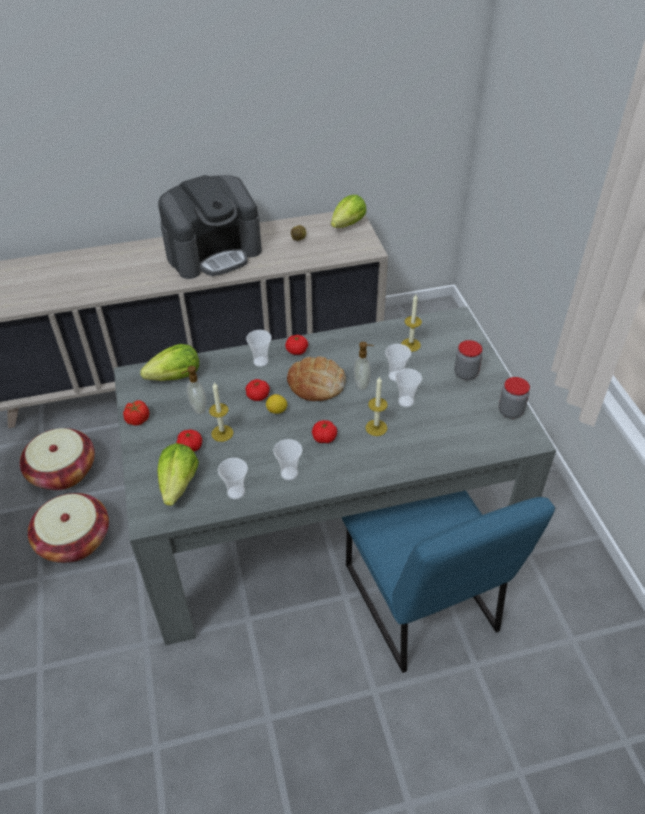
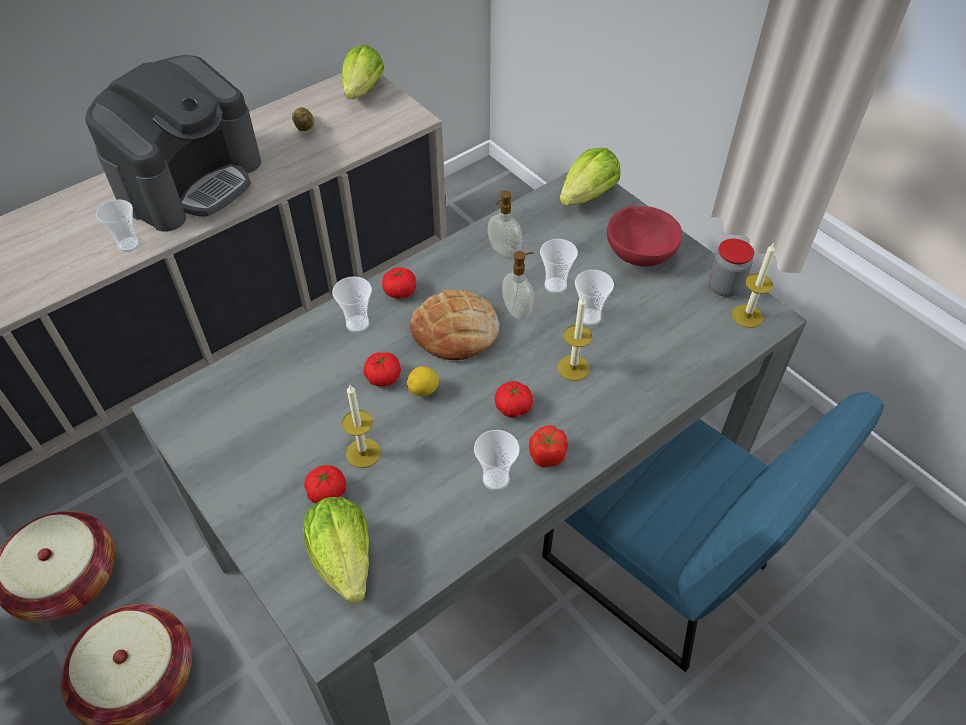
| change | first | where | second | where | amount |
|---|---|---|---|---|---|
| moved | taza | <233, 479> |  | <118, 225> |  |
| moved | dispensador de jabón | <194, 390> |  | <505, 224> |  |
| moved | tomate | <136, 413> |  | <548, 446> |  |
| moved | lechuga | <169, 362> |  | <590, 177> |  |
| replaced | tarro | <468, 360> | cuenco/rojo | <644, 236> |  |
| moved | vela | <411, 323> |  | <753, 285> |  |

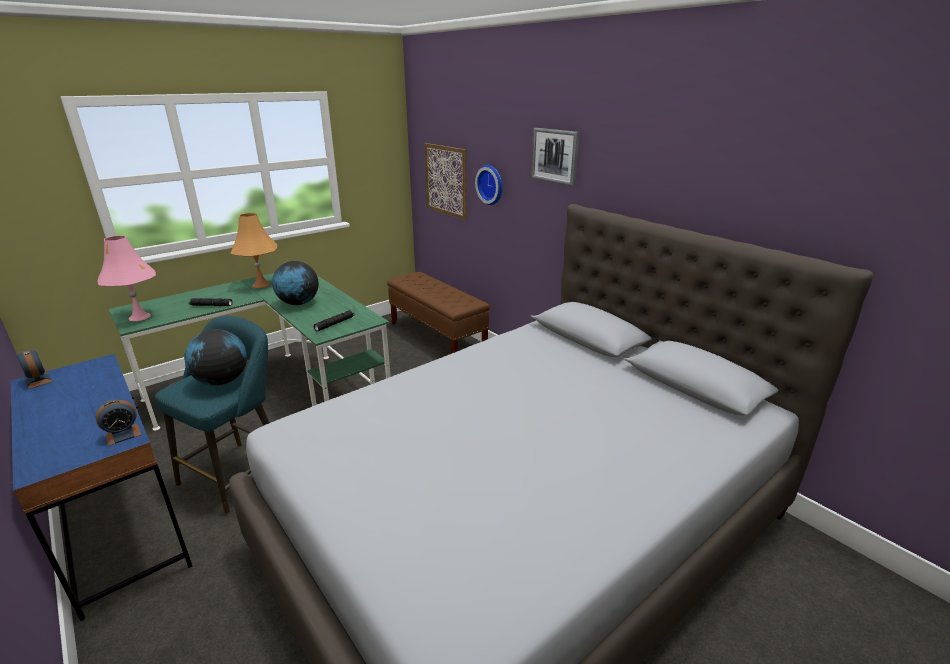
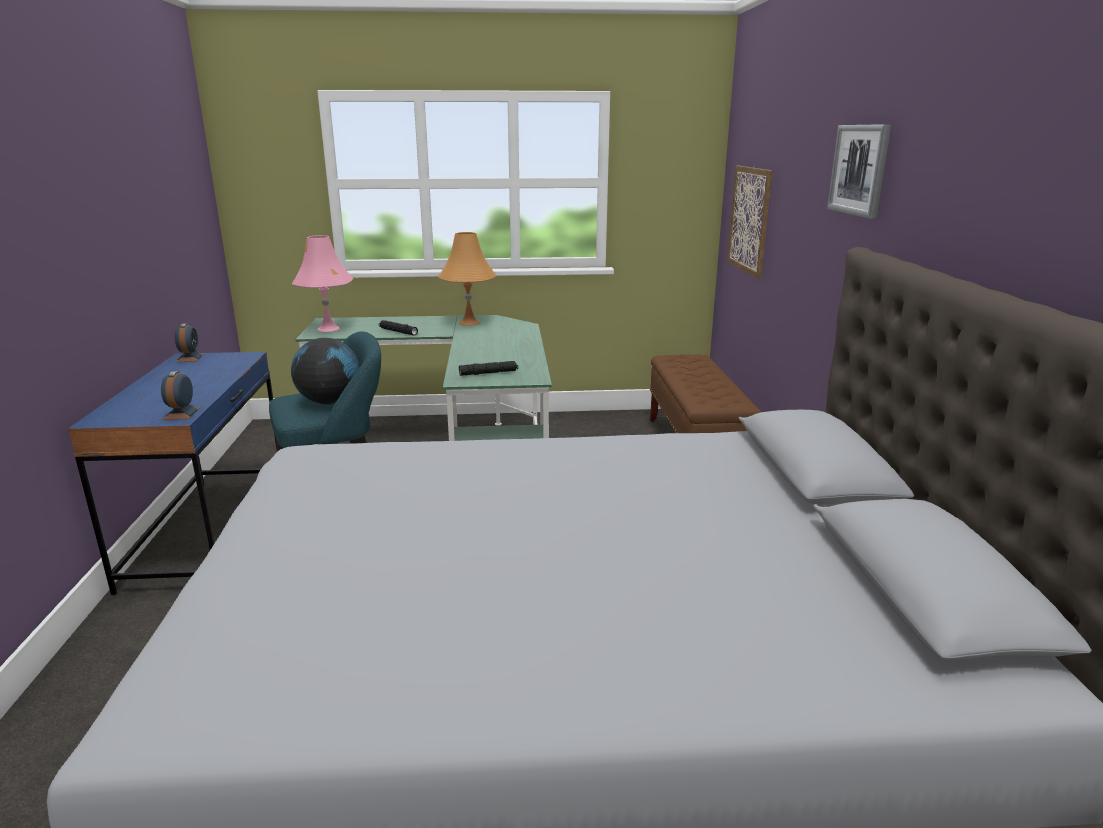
| change | first | where | second | where | amount |
|---|---|---|---|---|---|
| turned | despertador | <118, 422> |  | <180, 395> | 90 degrees clockwise |
| removed | globo terráqueo | <295, 283> |  |  |  |
| removed | reloj de pared | <489, 185> |  |  |  |

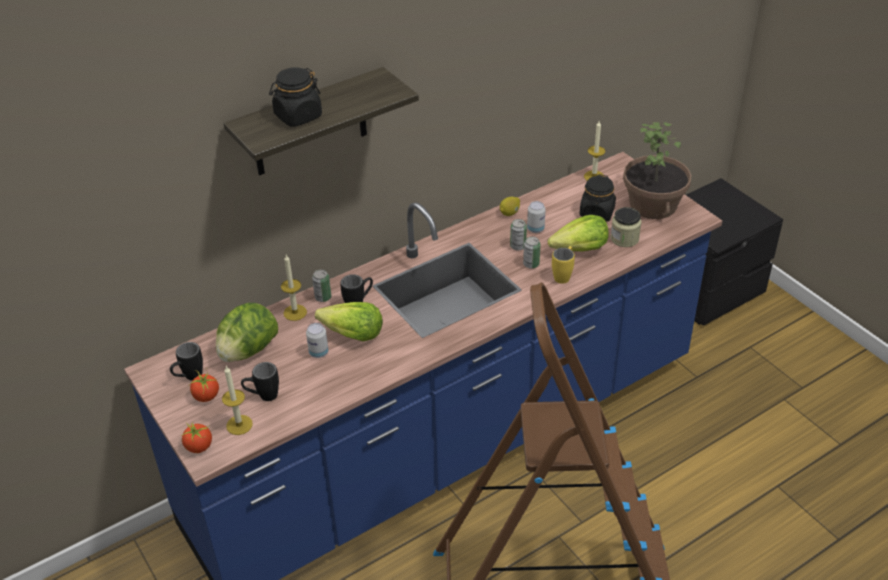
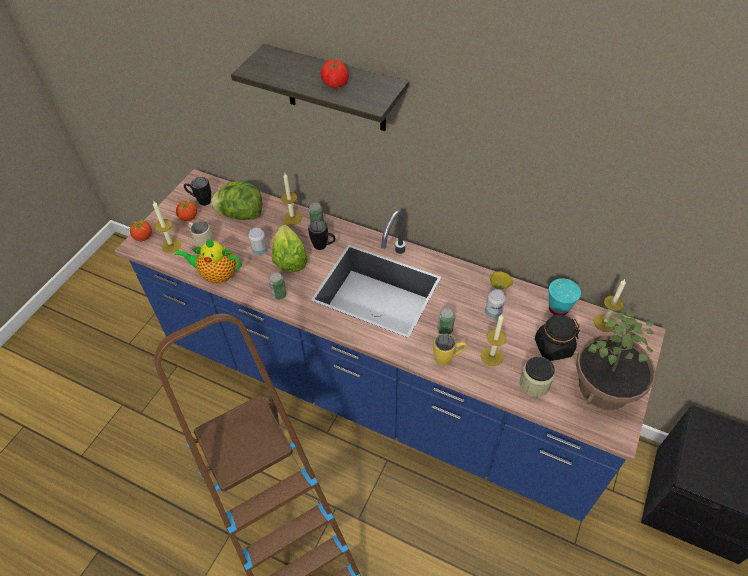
| change | first | where | second | where | amount |
|---|---|---|---|---|---|
| added |  |  | tetera | <208, 261> |  |
| recoloured | taza grande/negro | <260, 381> | taza grande/beis | <200, 234> |  |
| moved | lata | <518, 234> |  | <277, 286> |  |
| added |  |  | tomate | <335, 73> |  |
| replaced | lechuga | <578, 233> | vela | <493, 340> |  |
| added |  |  | taza/turquesa | <565, 296> |  |
| removed | tarro/negro | <295, 97> |  |  |  |

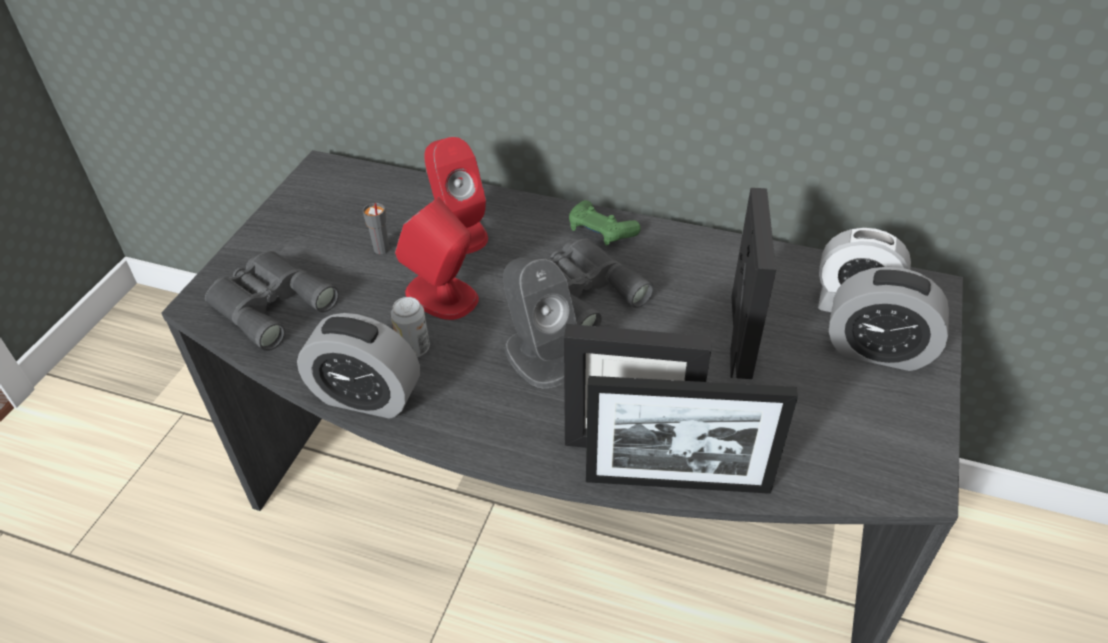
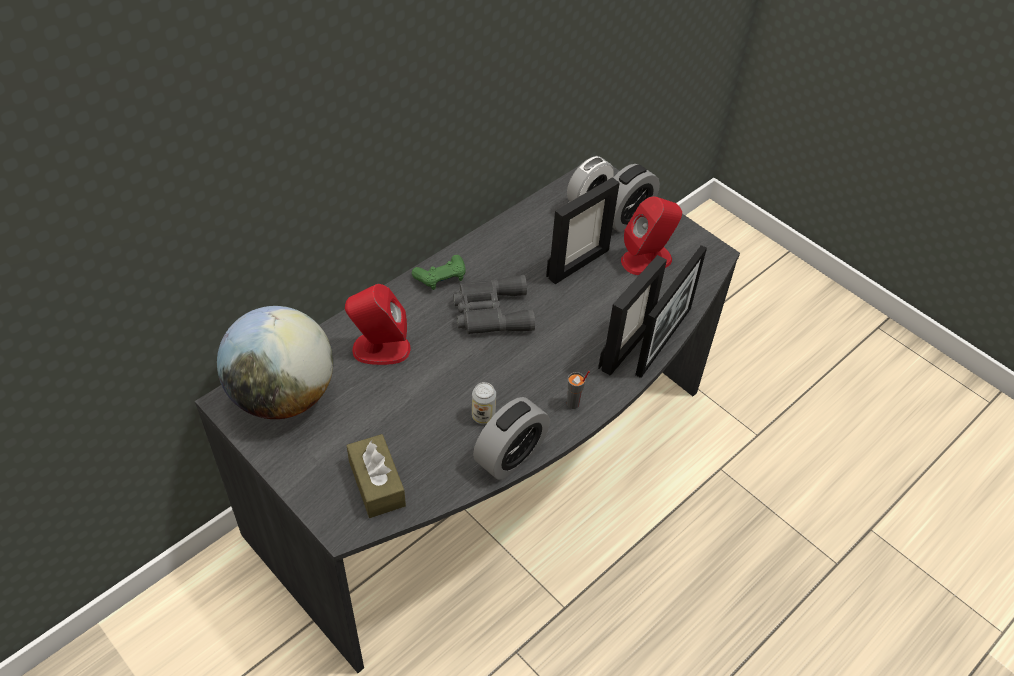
| change | first | where | second | where | amount |
|---|---|---|---|---|---|
| added |  |  | globo terráqueo | <275, 362> |  |
| replaced | prismáticos/gris | <272, 301> | caja de pañuelos/marrón | <376, 476> |  |
| turned | portarretratos | <753, 283> |  | <583, 230> | 105 degrees clockwise |
| moved | taza/gris | <376, 228> |  | <578, 390> |  |
| moved | altavoz/rojo | <437, 258> |  | <651, 235> |  |
| removed | altavoz/gris | <540, 322> |  |  |  |

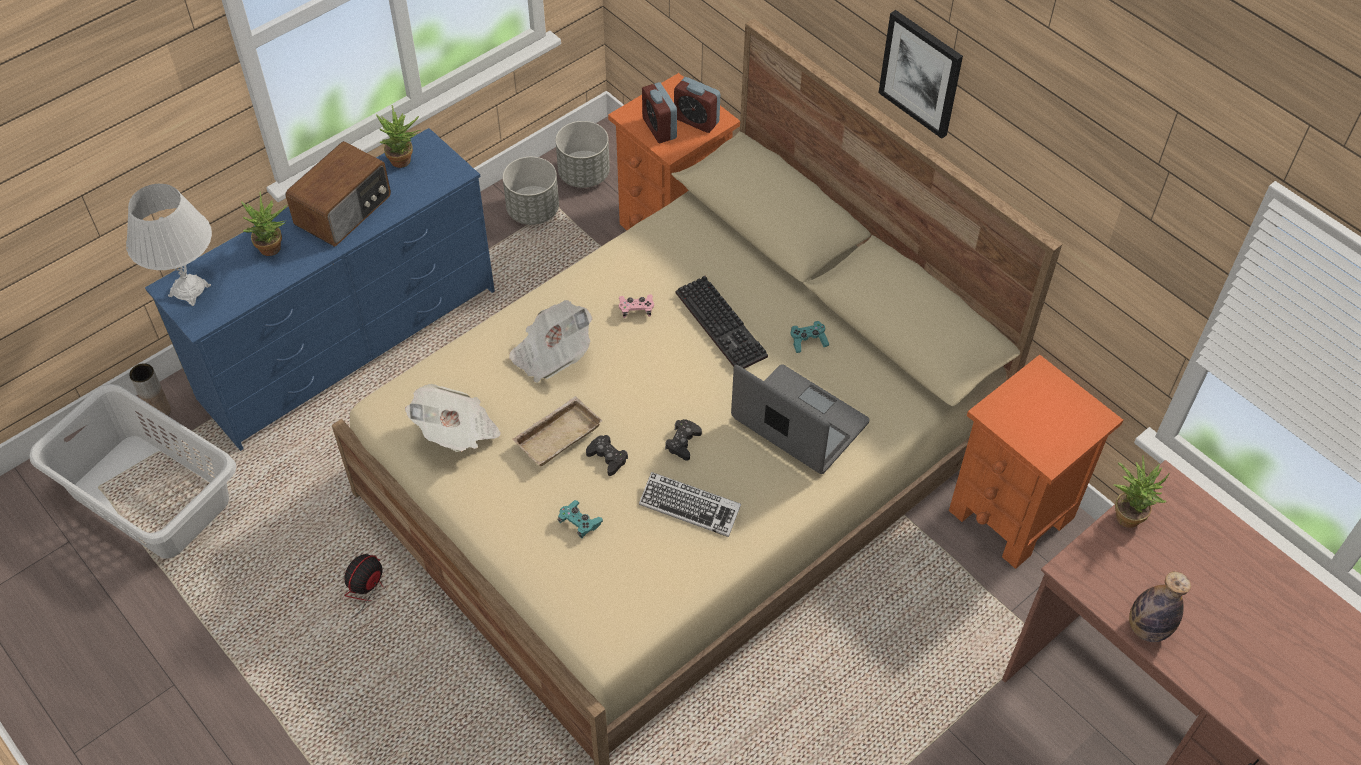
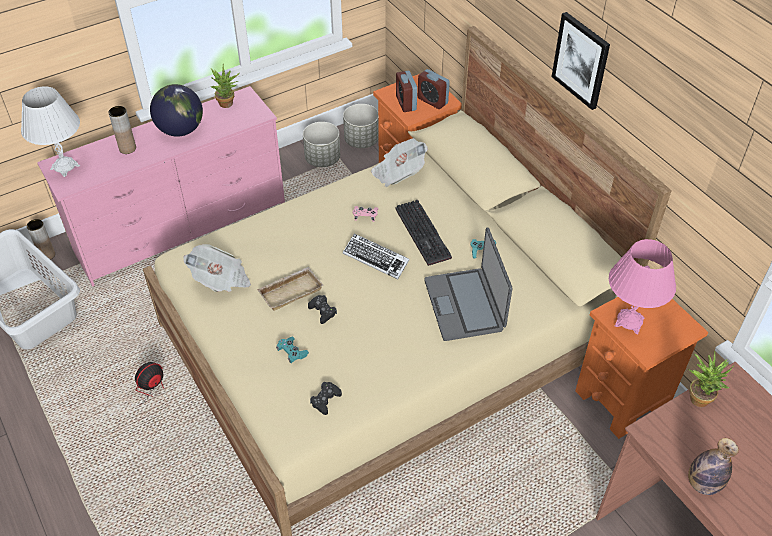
| change | first | where | second | where | amount |
|---|---|---|---|---|---|
| recoloured | cómoda/azul | <320, 289> | cómoda/rosa | <161, 186> |  |
| replaced | planta en maceta | <264, 223> | florero/marrón | <122, 130> |  |
| replaced | radio | <338, 194> | globo terráqueo | <176, 110> |  |
| moved | mando de consola/negro | <683, 440> |  | <326, 398> |  |
| moved | teclado | <690, 504> |  | <376, 256> |  |
| moved | periódico | <550, 341> |  | <399, 162> |  |
| turned | portátil | <800, 419> |  | <468, 284> | 150 degrees counterclockwise |
| added |  |  | lámpara de mesa/rosa | <642, 287> |  |

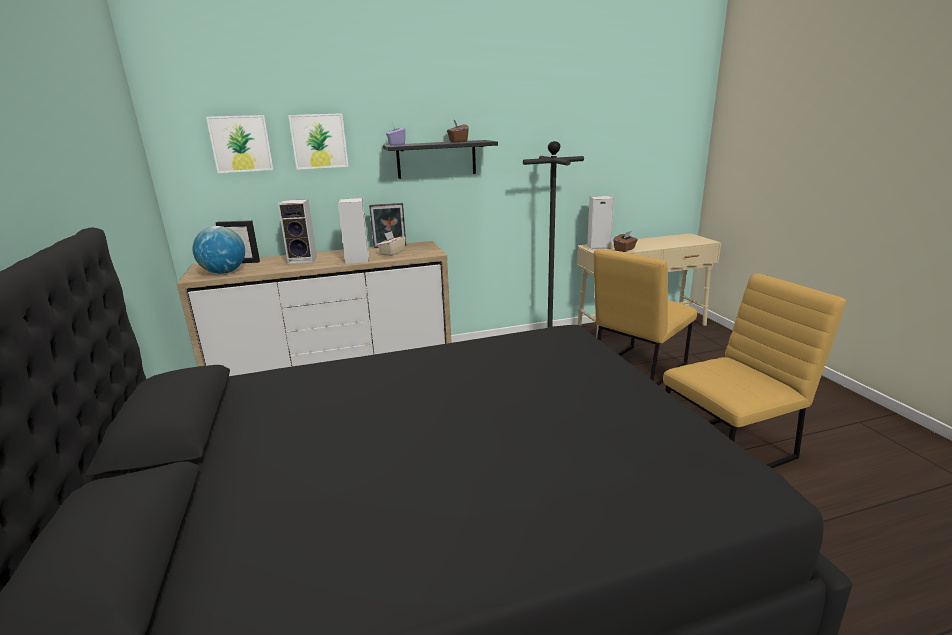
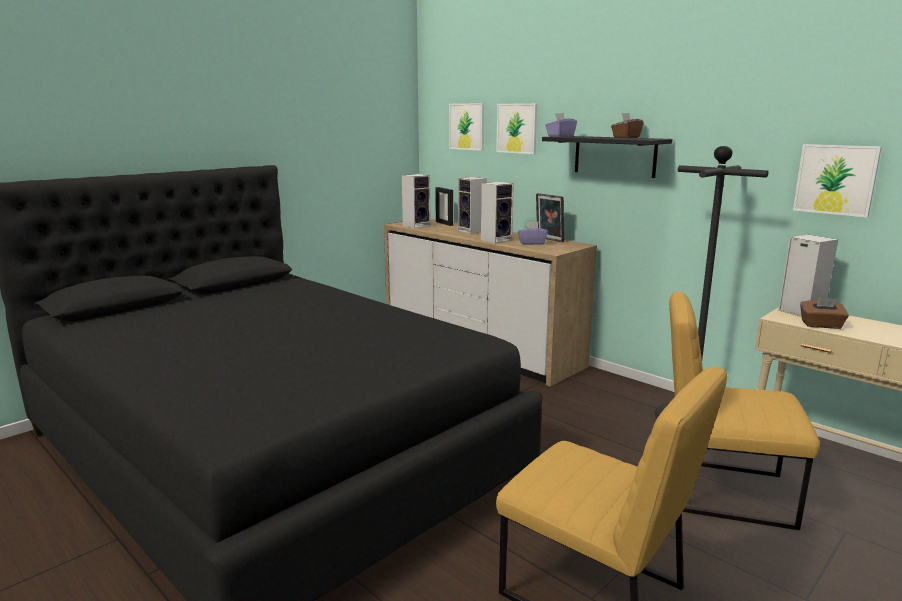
| change | first | where | second | where | amount |
|---|---|---|---|---|---|
| replaced | globo terráqueo | <218, 250> | altavoz | <416, 201> |  |
| recoloured | caja de pañuelos/beis | <391, 243> | caja de pañuelos/morado | <533, 233> |  |
| added |  |  | cuadro | <837, 181> |  |

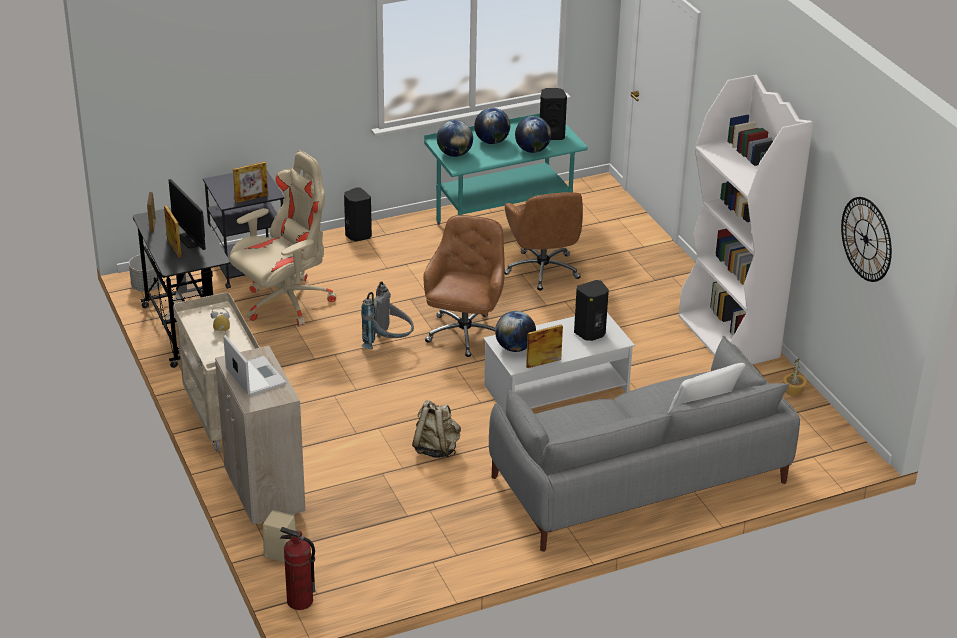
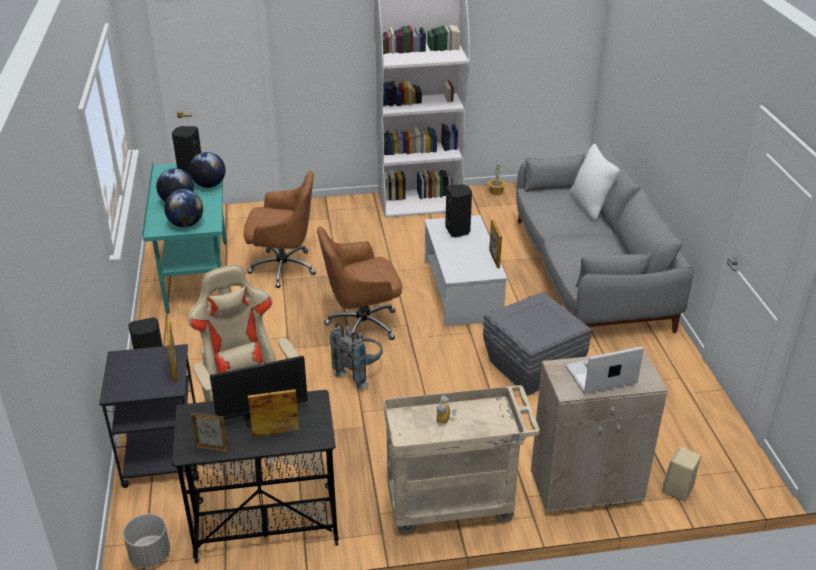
| change | first | where | second | where | amount |
|---|---|---|---|---|---|
| turned | silla de oficina/marrón | <464, 286> |  | <359, 283> | 45 degrees counterclockwise |
| replaced | mochila/beis | <436, 429> | caja de almacenaje/gris | <537, 344> |  |
| removed | extintor | <297, 568> |  |  |  |
| removed | globo terráqueo | <515, 331> |  |  |  |
| removed | reloj de pared | <866, 239> |  |  |  |

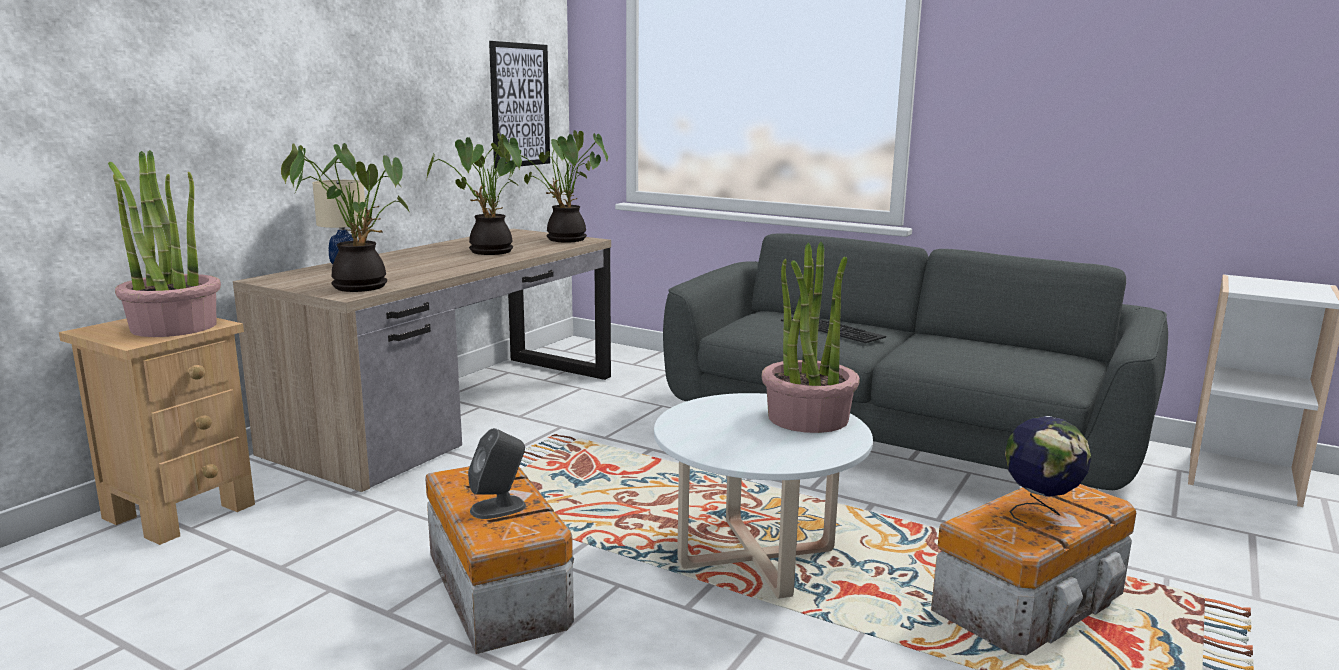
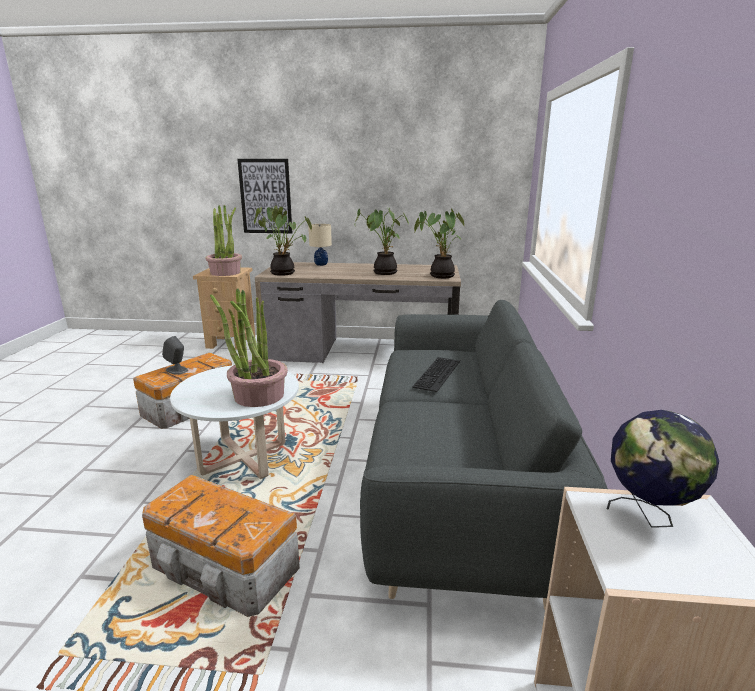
| change | first | where | second | where | amount |
|---|---|---|---|---|---|
| moved | cuadro | <519, 105> |  | <264, 196> |  |
| moved | globo terráqueo | <1048, 470> |  | <663, 469> |  |

